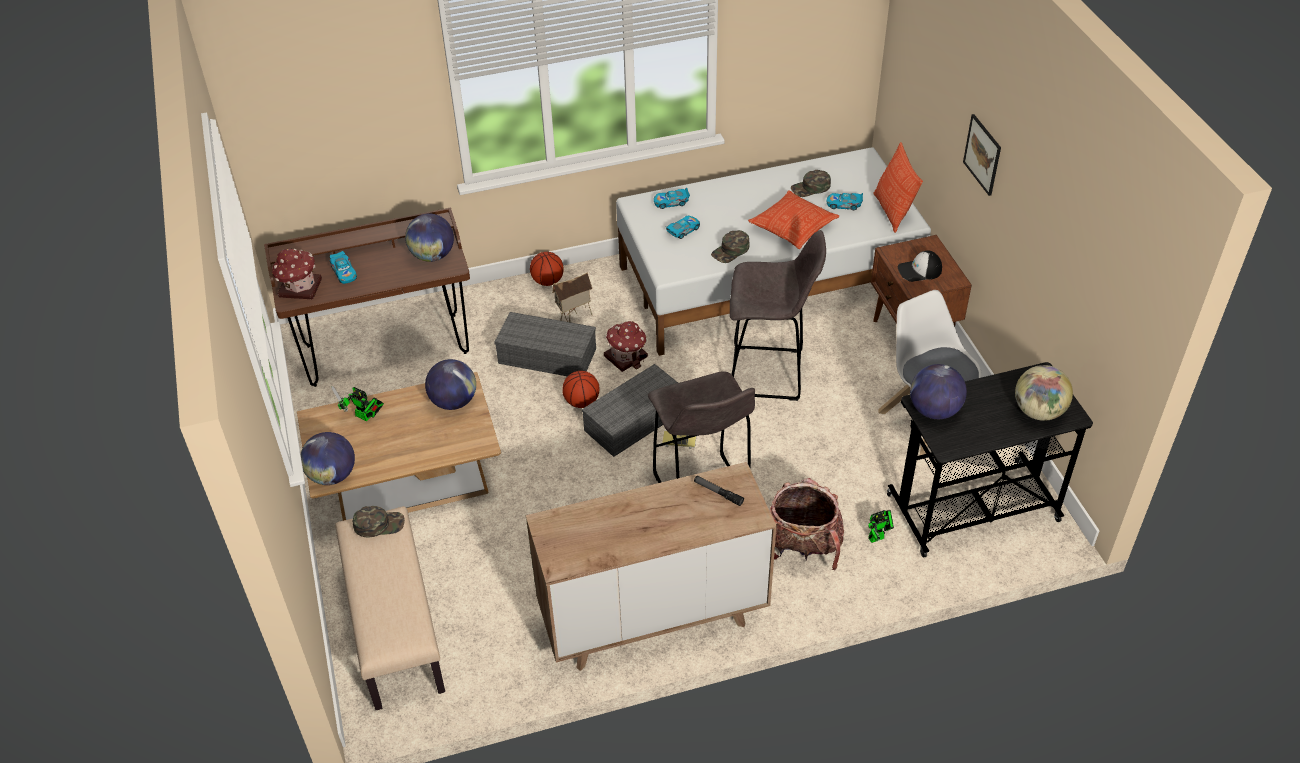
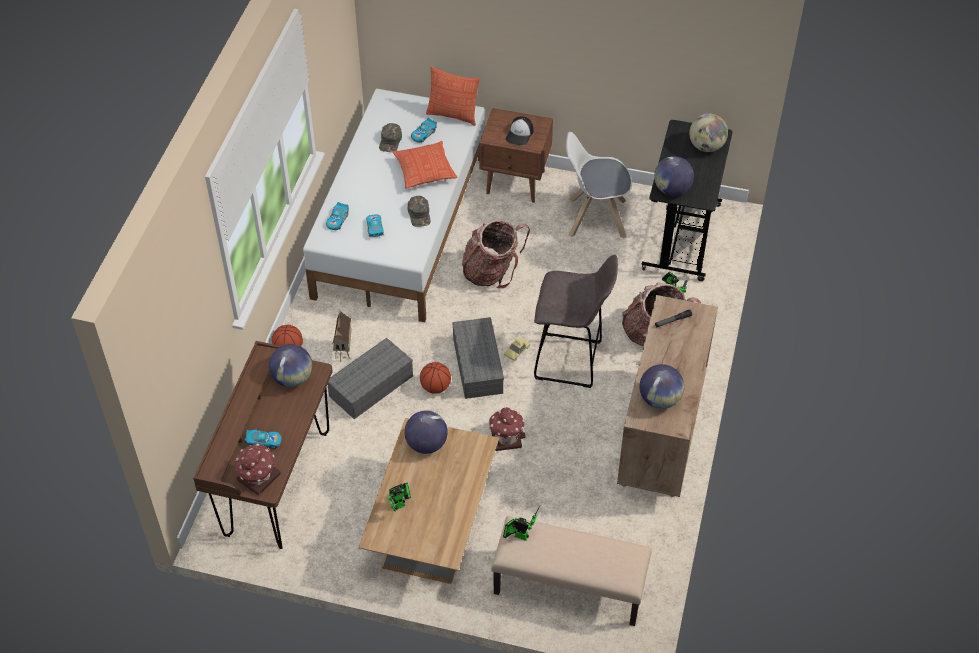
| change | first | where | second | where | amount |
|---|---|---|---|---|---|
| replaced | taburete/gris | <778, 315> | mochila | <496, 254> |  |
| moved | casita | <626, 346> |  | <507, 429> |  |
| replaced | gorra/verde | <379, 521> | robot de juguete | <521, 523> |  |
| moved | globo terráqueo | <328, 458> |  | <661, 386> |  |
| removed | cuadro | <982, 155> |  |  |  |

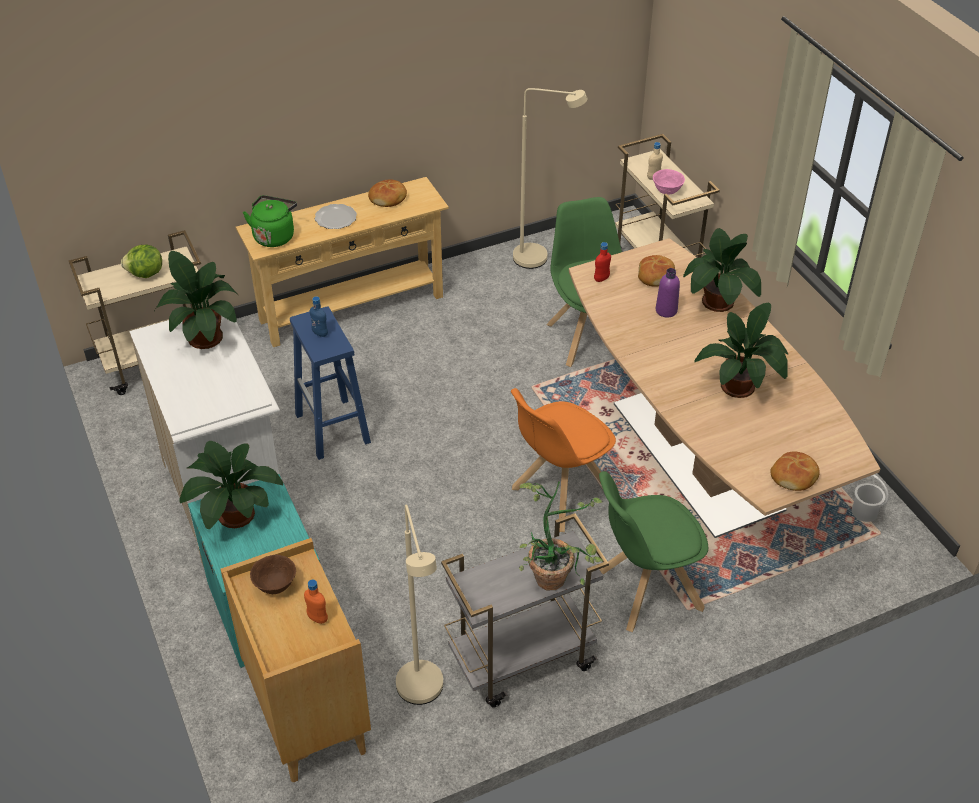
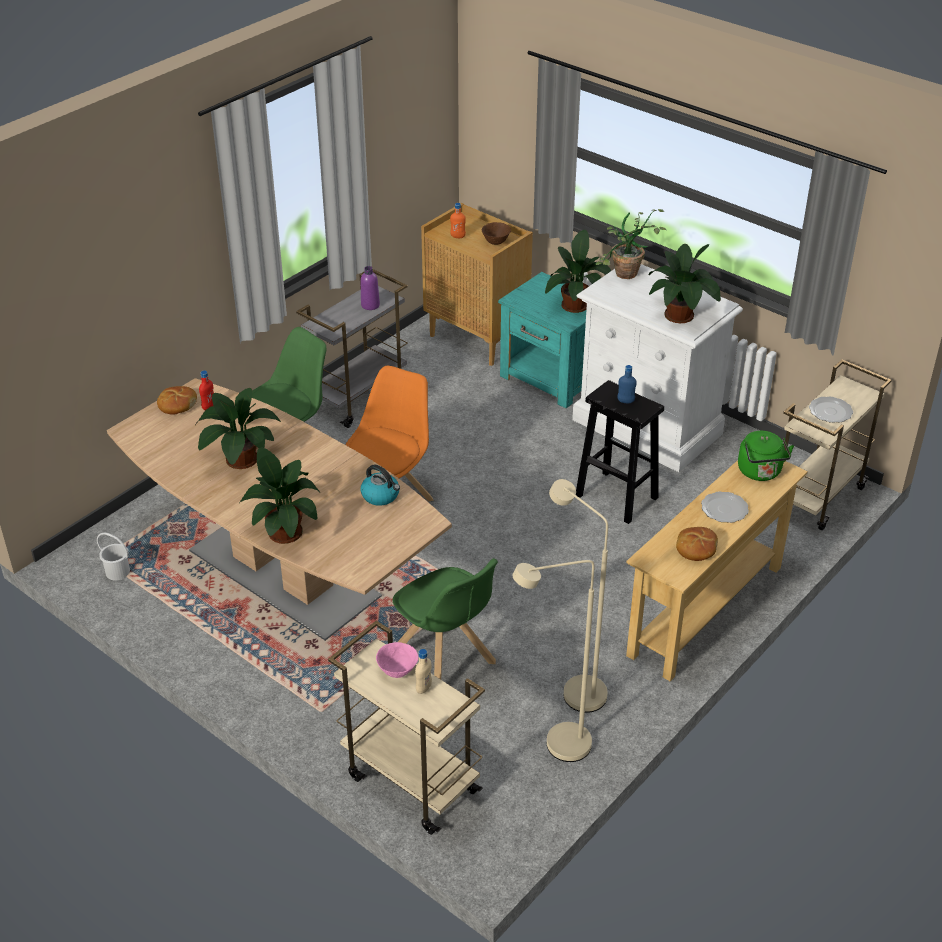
| change | first | where | second | where | amount |
|---|---|---|---|---|---|
| moved | botella/rojo | <602, 262> |  | <206, 390> |  |
| moved | botella/morado | <668, 292> |  | <370, 288> |  |
| added |  |  | hervidor | <380, 485> |  |
| moved | lámpara de pie/beis | <419, 605> |  | <578, 596> |  |
| recoloured | taburete/azul | <330, 383> | taburete/negro | <620, 452> |  |
| moved | planta en maceta | <561, 535> |  | <631, 244> |  |
| replaced | lechuga | <141, 261> | plato | <831, 410> |  |
| removed | pan | <656, 270> |  |  |  |

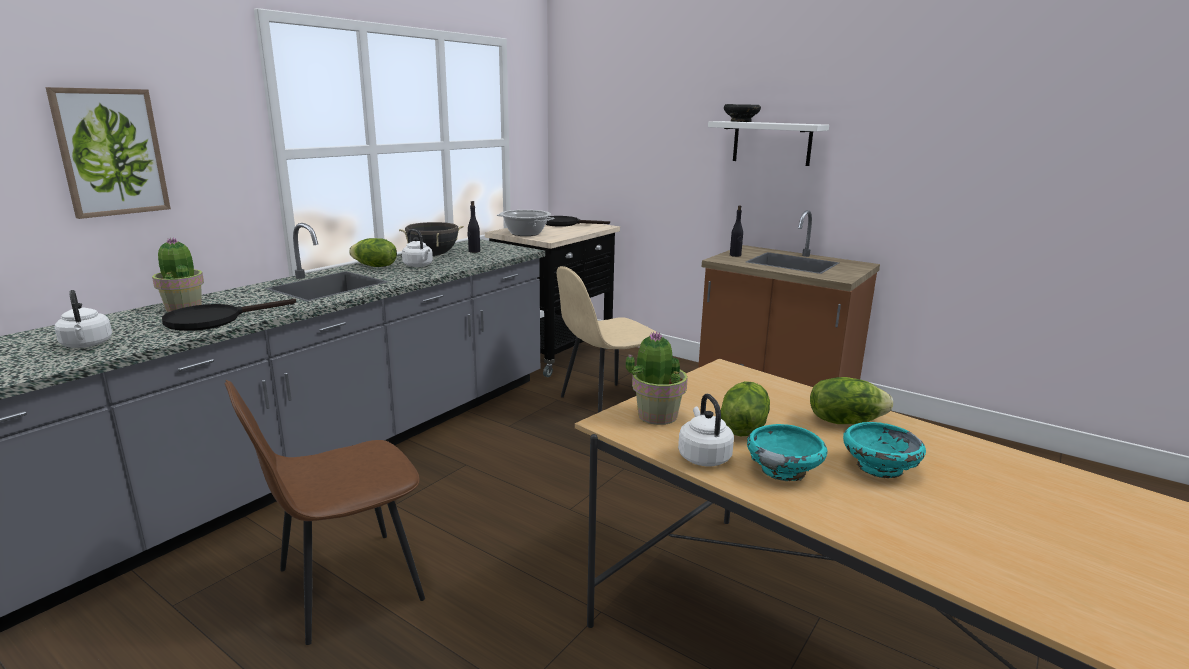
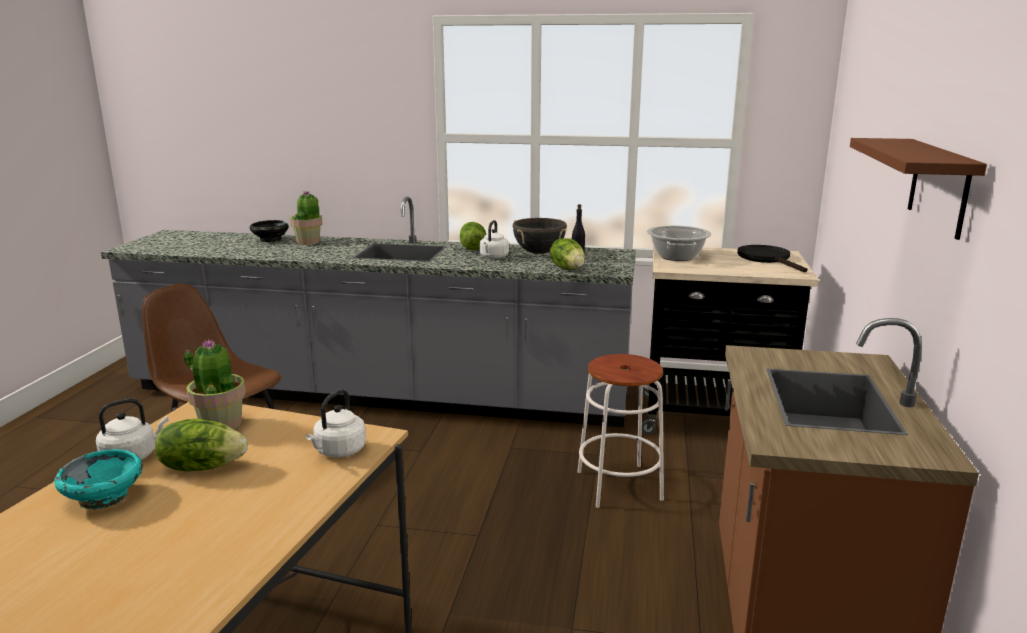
| change | first | where | second | where | amount |
|---|---|---|---|---|---|
| moved | cuenco/negro | <742, 113> |  | <269, 231> |  |
| moved | hervidor/blanco | <83, 319> |  | <336, 423> |  |
| moved | lechuga | <851, 400> |  | <567, 254> |  |
| replaced | silla/beis | <607, 339> | taburete/blanco | <620, 431> |  |
| recoloured | estante/blanco | <768, 143> | estante/marrón | <918, 189> |  |
| removed | cuadro | <108, 153> |  |  |  |
| removed | sartén/negro | <229, 315> |  |  |  |
| removed | botella/negro | <736, 231> |  |  |  |
| removed | cuenco/turquesa | <884, 450> |  |  |  |

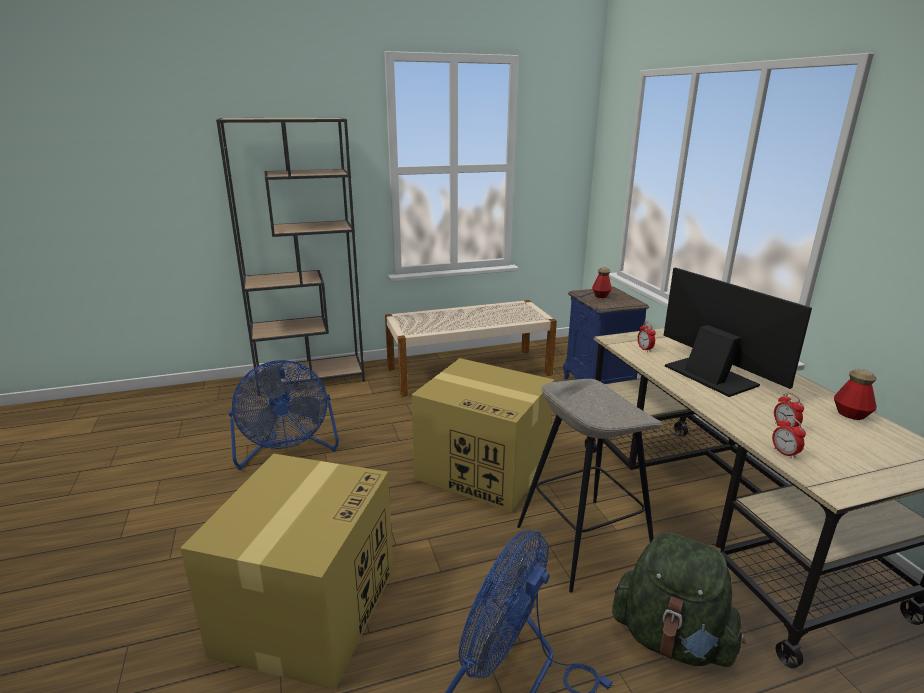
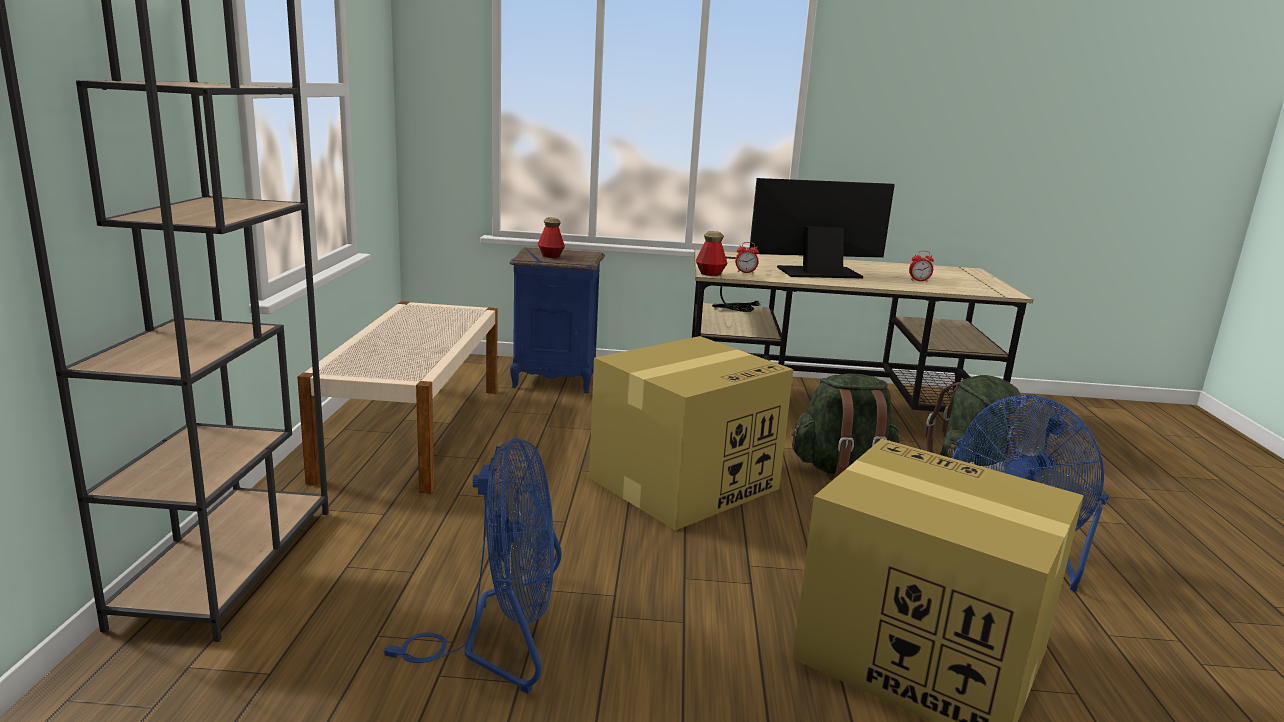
| change | first | where | second | where | amount |
|---|---|---|---|---|---|
| moved | botella | <855, 394> |  | <712, 253> |  |
| replaced | taburete/gris | <590, 486> | mochila/verde | <845, 427> |  |
| removed | despertador | <789, 438> |  |  |  |

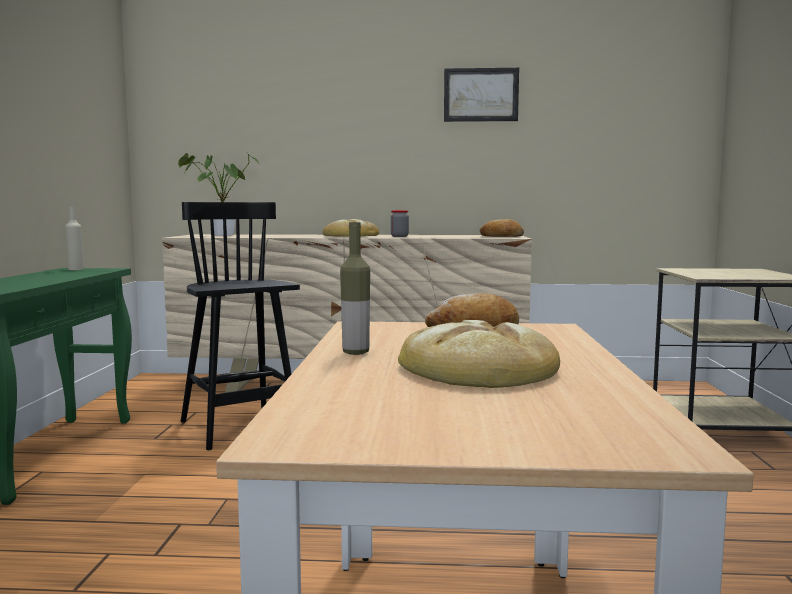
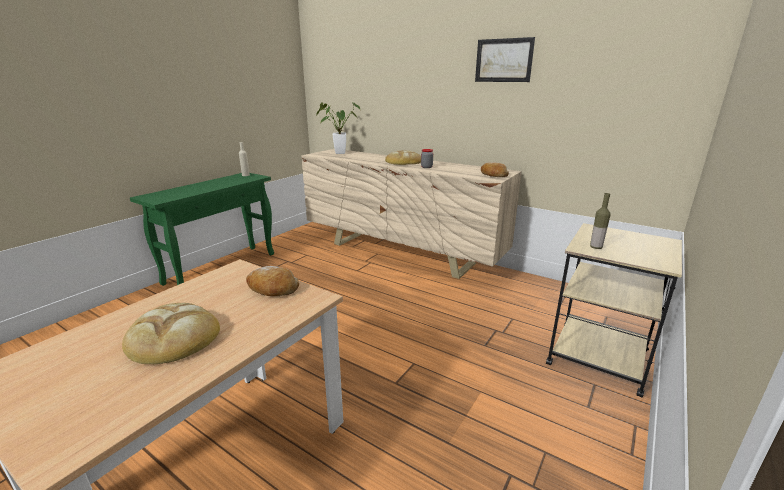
| change | first | where | second | where | amount |
|---|---|---|---|---|---|
| moved | botella | <355, 288> |  | <600, 221> |  |
| removed | taburete/negro | <240, 326> |  |  |  |

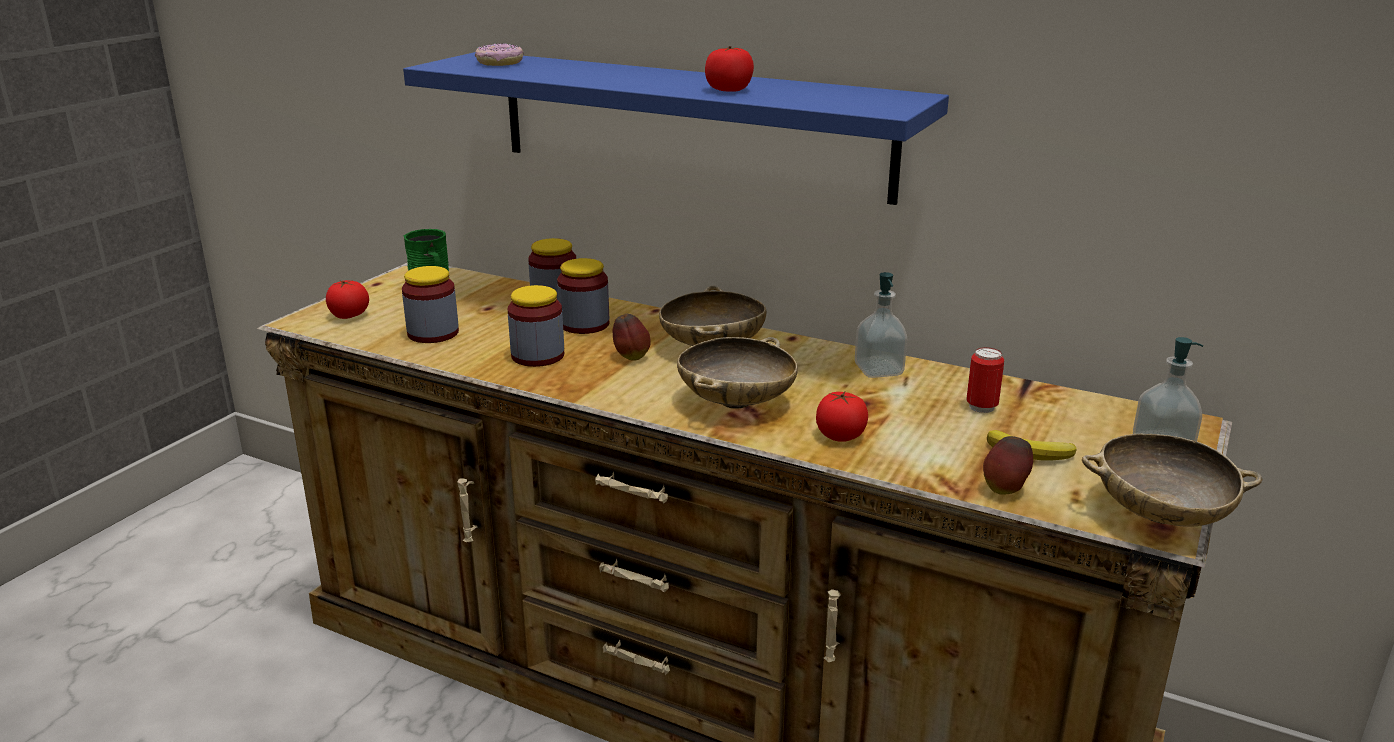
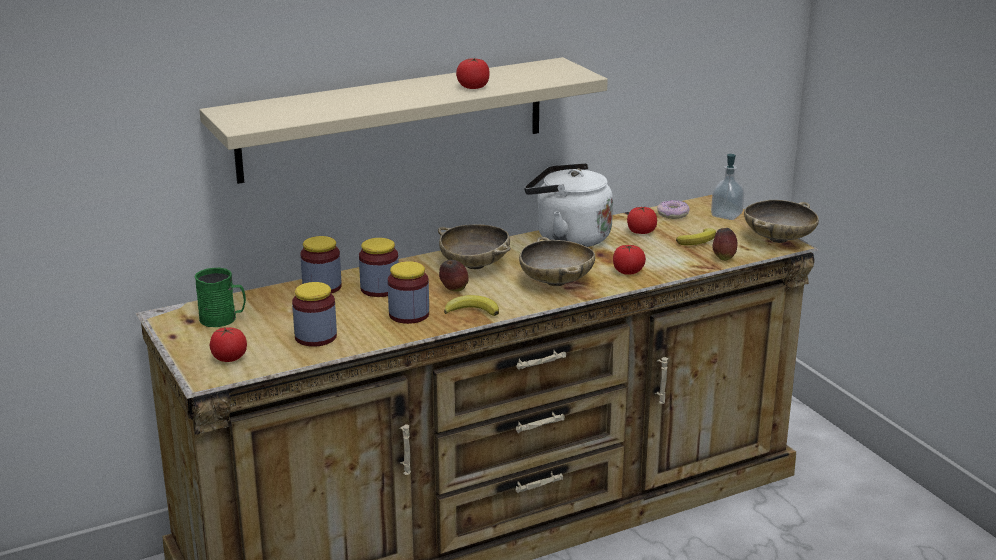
| change | first | where | second | where | amount |
|---|---|---|---|---|---|
| recoloured | estante/azul | <676, 128> | estante/beis | <403, 120> |  |
| added |  |  | plátano | <471, 305> |  |
| replaced | dispensador de jabón | <881, 325> | hervidor/blanco | <568, 205> |  |
| replaced | lata | <985, 380> | tomate | <642, 220> |  |
| moved | rosquilla | <499, 54> |  | <673, 209> |  |

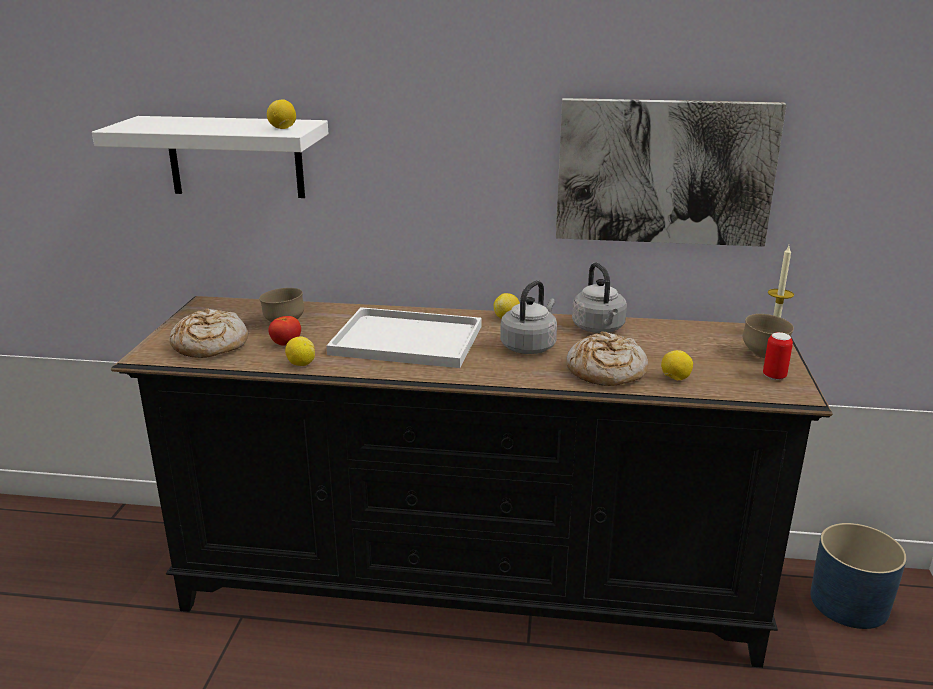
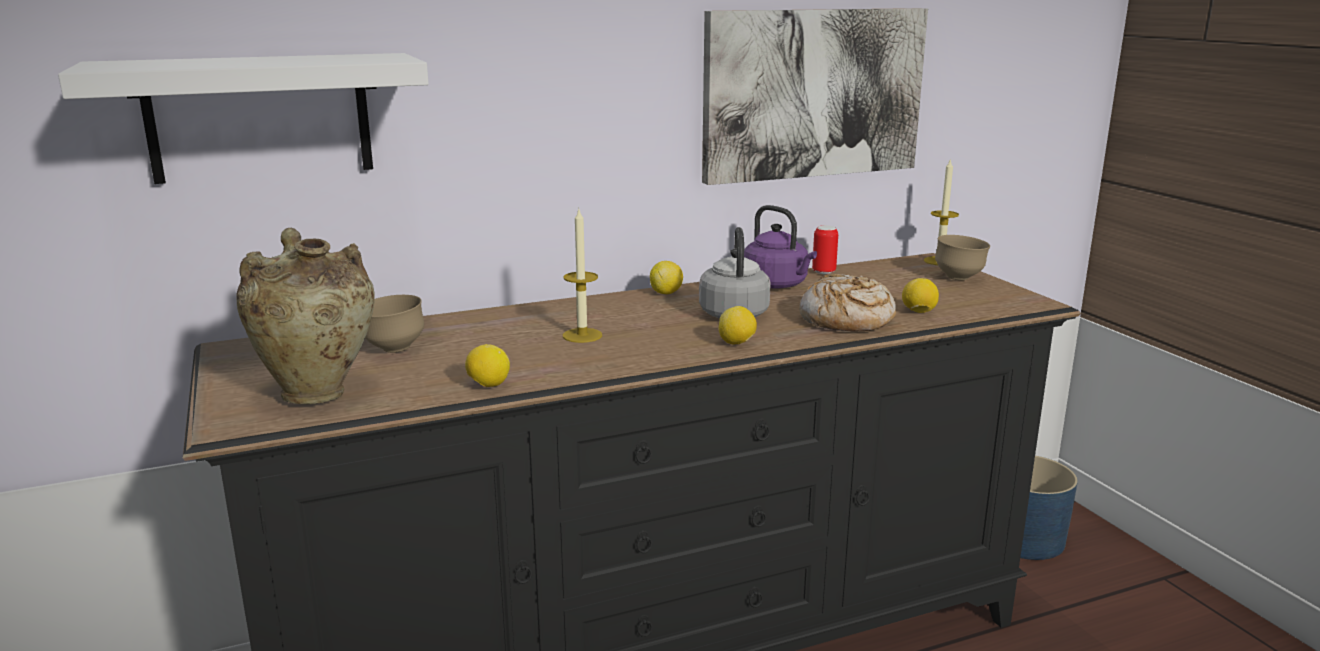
| change | first | where | second | where | amount |
|---|---|---|---|---|---|
| replaced | pan | <209, 333> | florero/beis | <305, 316> |  |
| replaced | bandeja/blanco | <404, 337> | vela | <582, 275> |  |
| moved | limón | <281, 114> |  | <738, 325> |  |
| recoloured | hervidor/gris | <599, 297> | hervidor/morado | <780, 247> |  |
| moved | lata | <778, 356> |  | <825, 249> |  |
| removed | tomate | <284, 331> |  |  |  |

